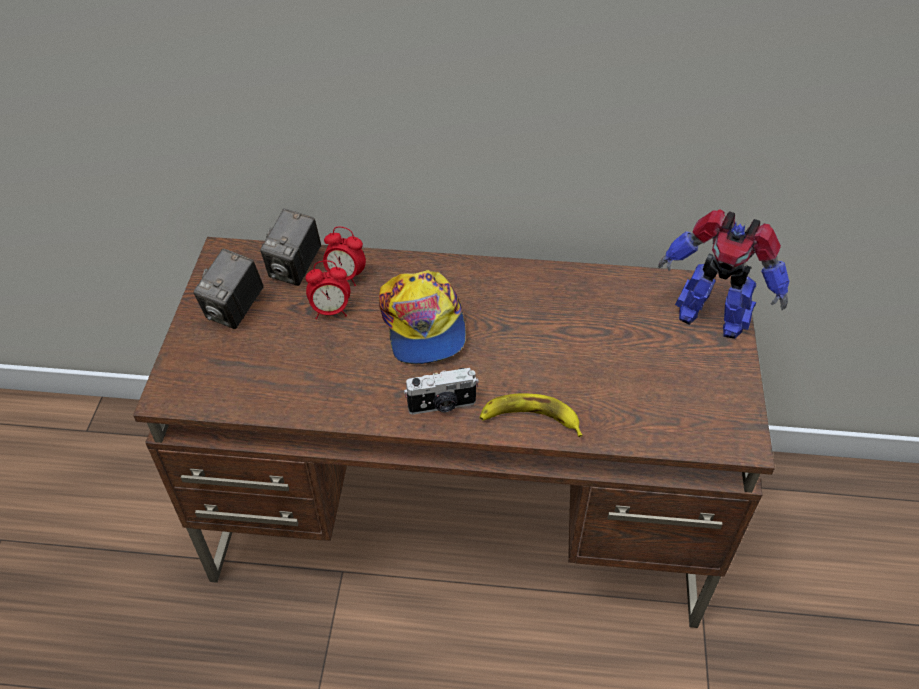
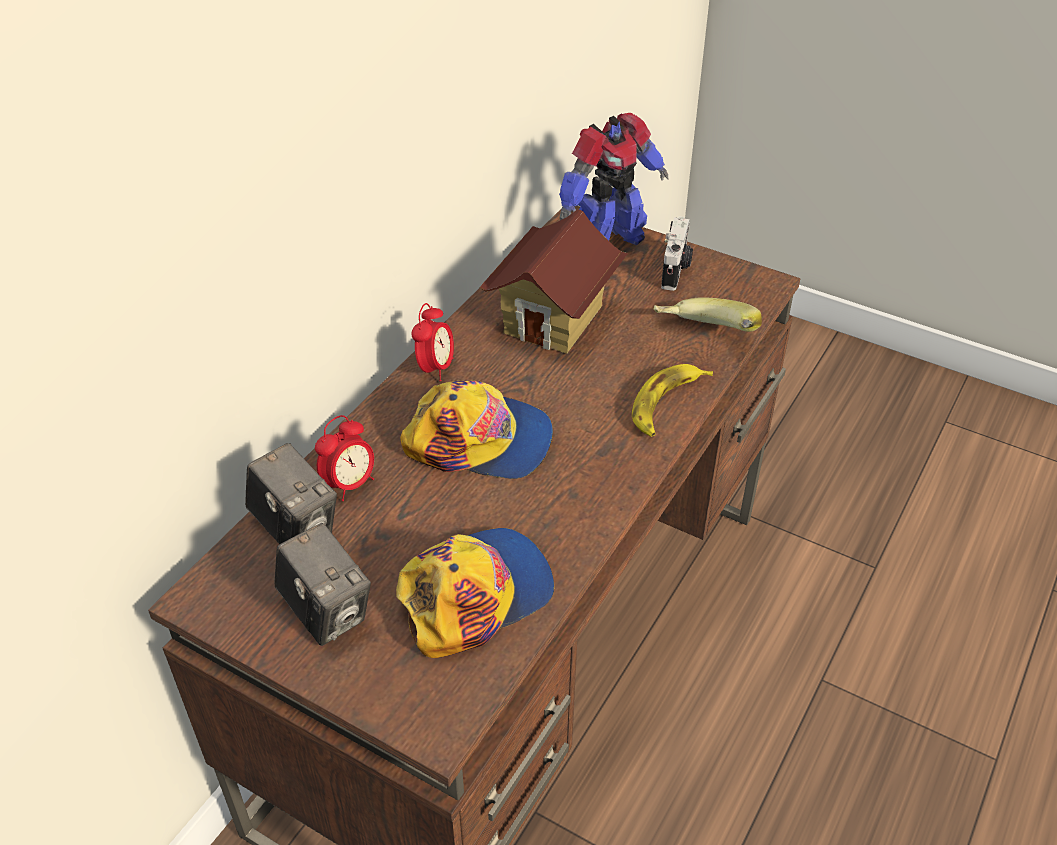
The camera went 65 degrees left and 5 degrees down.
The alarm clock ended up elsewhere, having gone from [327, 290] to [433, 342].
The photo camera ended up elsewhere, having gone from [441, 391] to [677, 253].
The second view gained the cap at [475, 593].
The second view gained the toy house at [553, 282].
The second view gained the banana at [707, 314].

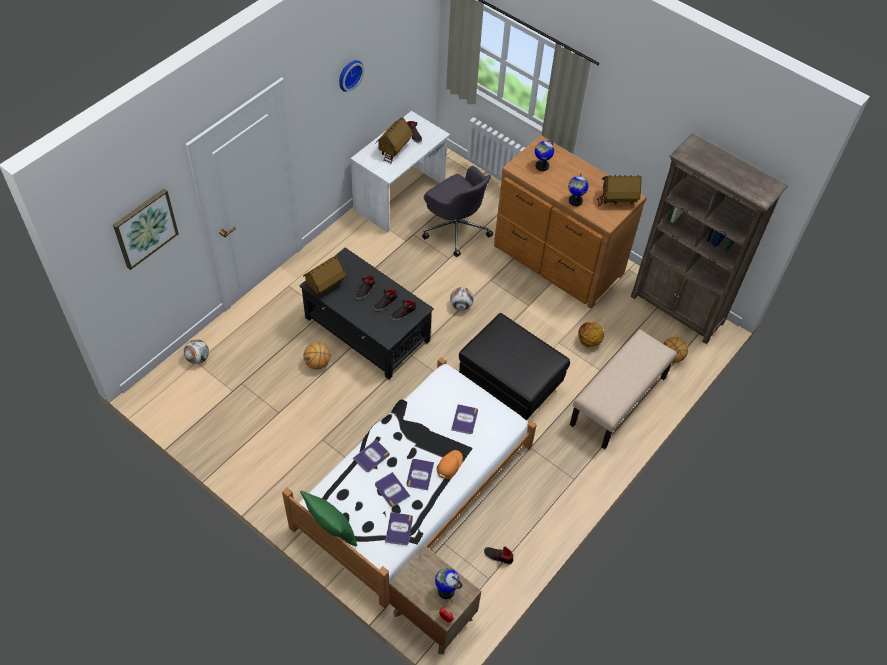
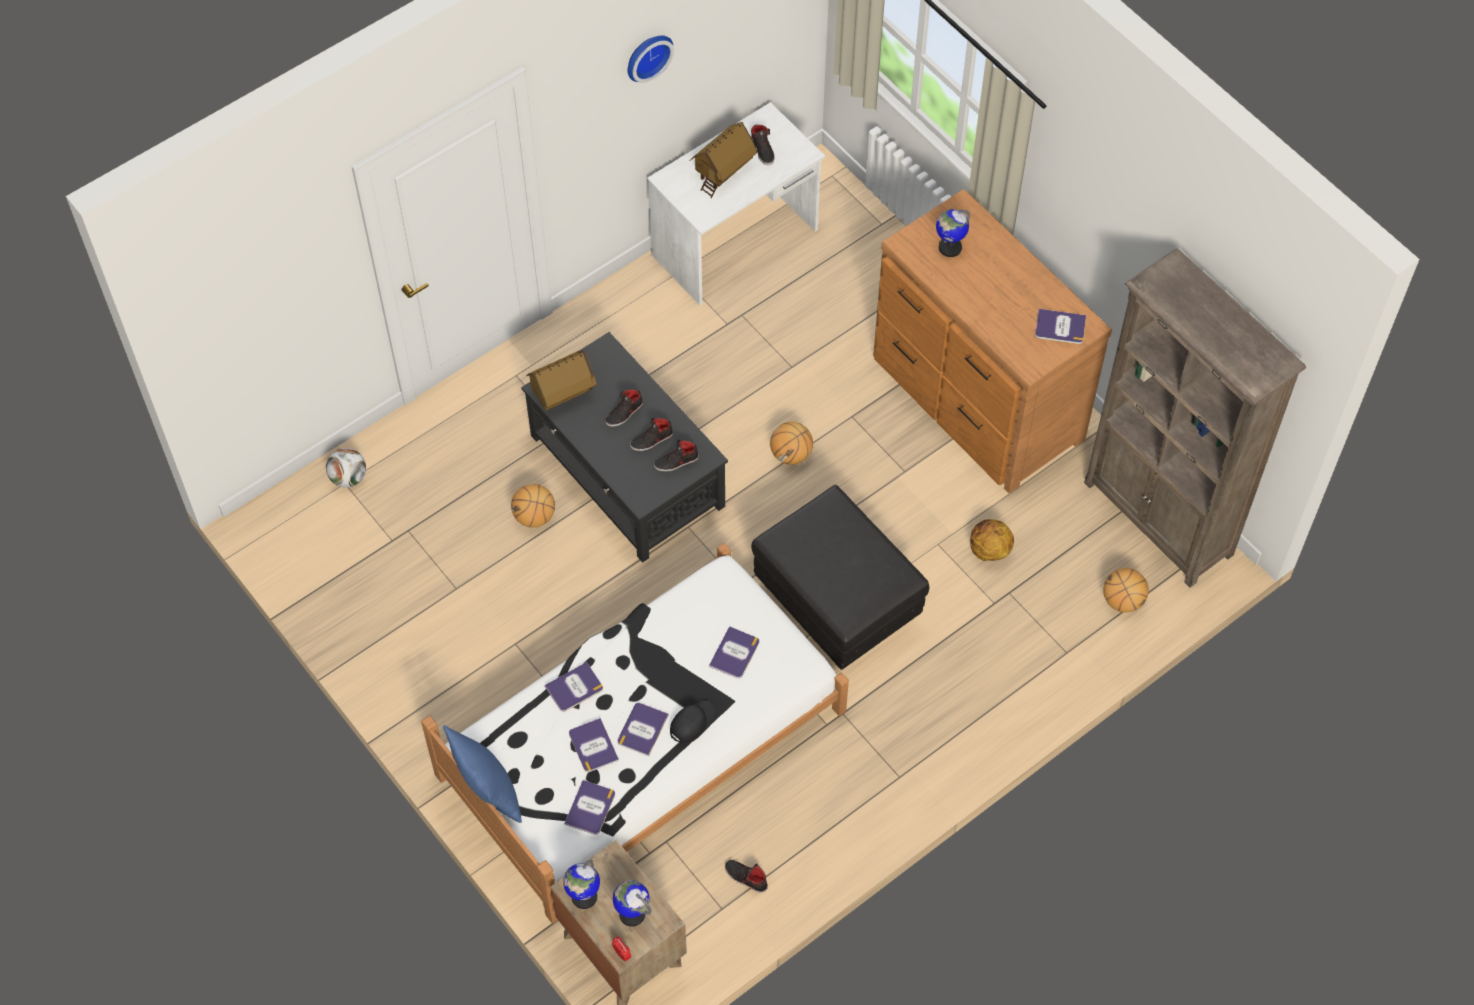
The camera went 15 degrees right and 5 degrees up.
The second view lost the picture at [146, 229].
What was the pillow/green at [328, 518] turned into the pillow/blue at [482, 774].
The second view lost the office chair/grey at [457, 211].
What was the cap/orange at [450, 464] turned into the cap/black at [693, 722].
Where the football stood at [462, 299], the basketball came to stand at [791, 443].
The globe ended up elsewhere, having gone from [578, 189] to [581, 884].
The second view lost the bench/beige at [623, 389].
Where the toy house stood at [619, 190], the book came to stand at [1060, 326].

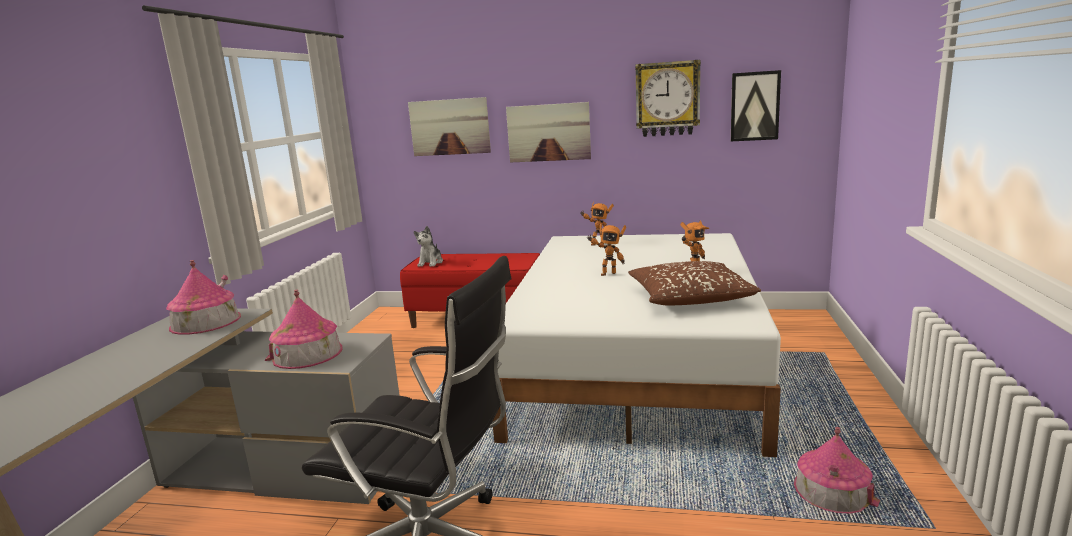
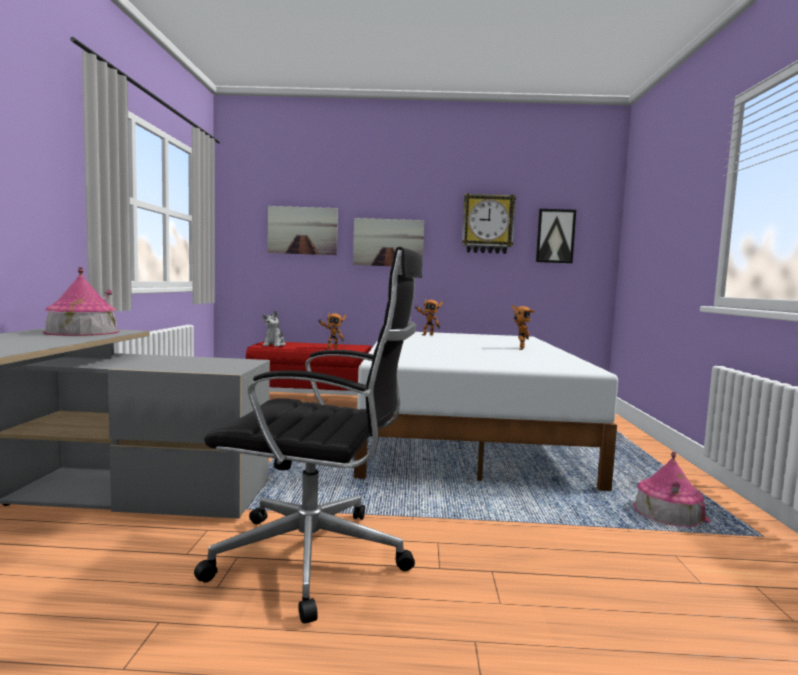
The camera went 10 degrees left and 10 degrees down.
The second view lost the toy house at [303, 329].
The toy robot ended up elsewhere, having gone from [606, 249] to [333, 330].
The second view lost the pillow/brown at [694, 283].

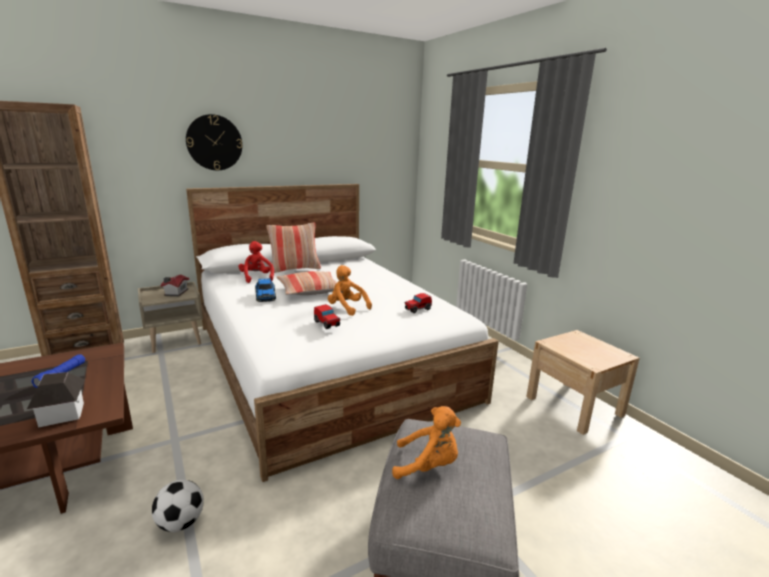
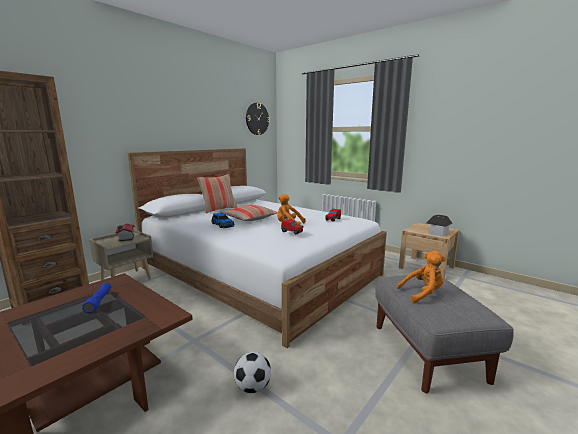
The camera went 20 degrees left and 5 degrees down.
The toy house ended up elsewhere, having gone from [56, 400] to [440, 226].
The wall clock ended up elsewhere, having gone from [214, 142] to [258, 119].
The second view lost the plush toy/red at [256, 262].

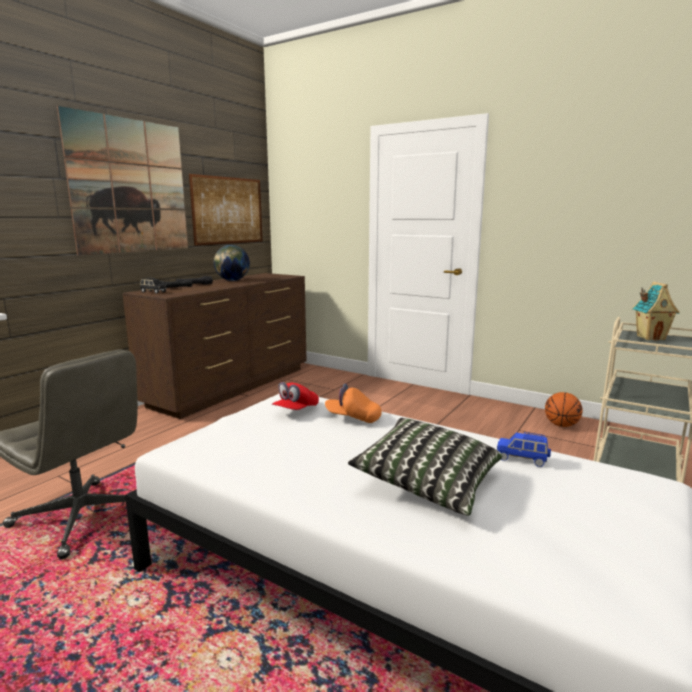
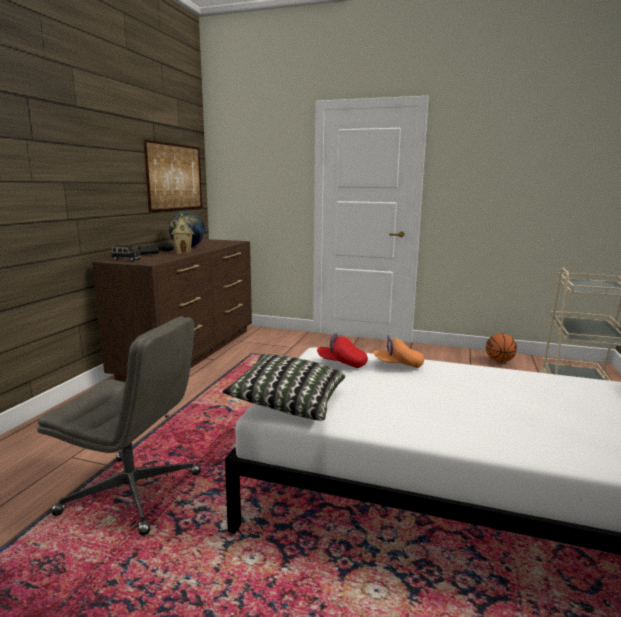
The camera went 15 degrees left and 0 degrees up.
The second view lost the picture at [122, 180].
The cap/red at [295, 396] ended up facing another way, 90 degrees clockwise from before.
The pillow ended up elsewhere, having gone from [425, 467] to [284, 387].
The second view lost the toy car/blue at [524, 449].
The toy house ended up elsewhere, having gone from [656, 311] to [182, 233].

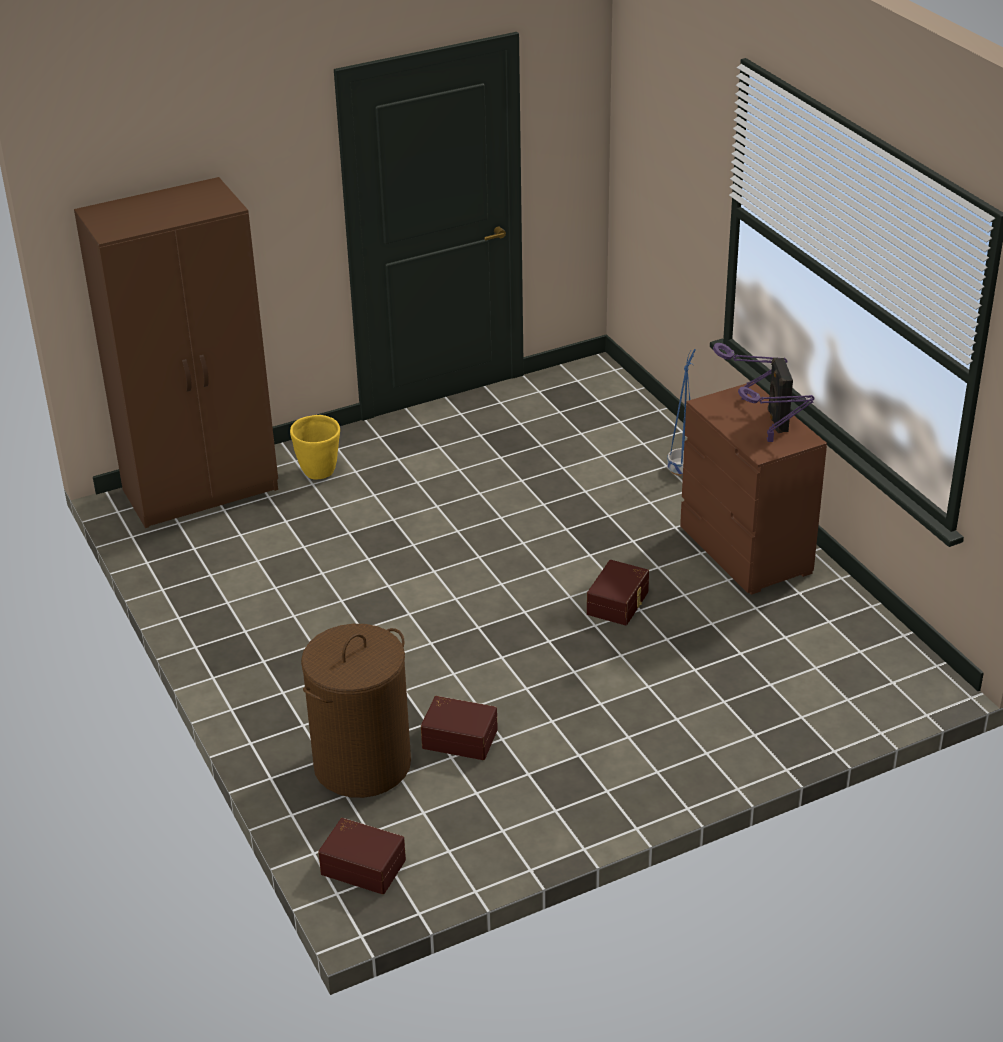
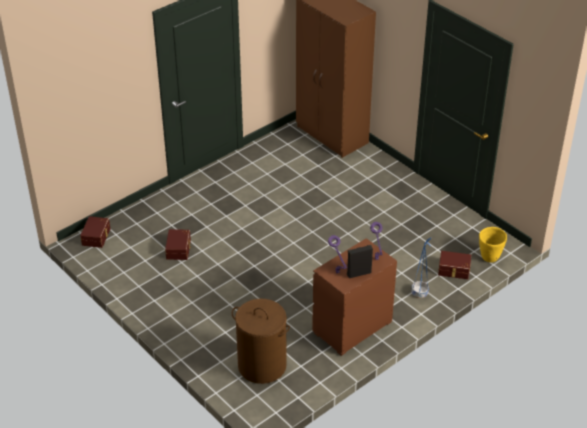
The camera went 75 degrees right and 5 degrees up.
The planter/yellow ended up elsewhere, having gone from [315, 447] to [493, 245].
The laundry basket/brown ended up elsewhere, having gone from [356, 711] to [261, 341].
The storage box/brown ended up elsewhere, having gone from [618, 592] to [454, 265].

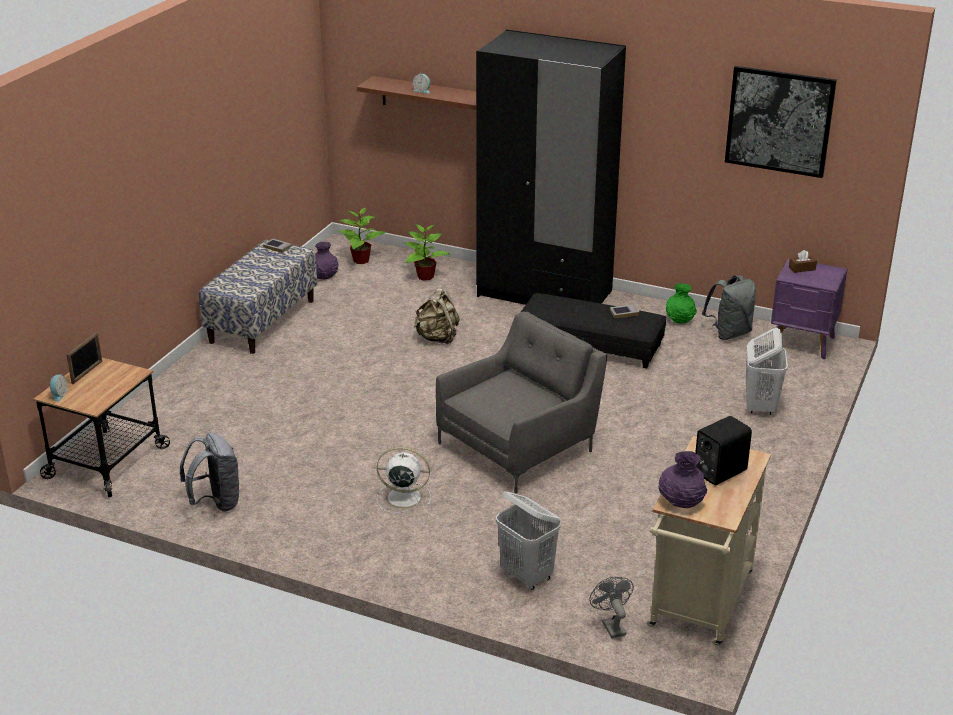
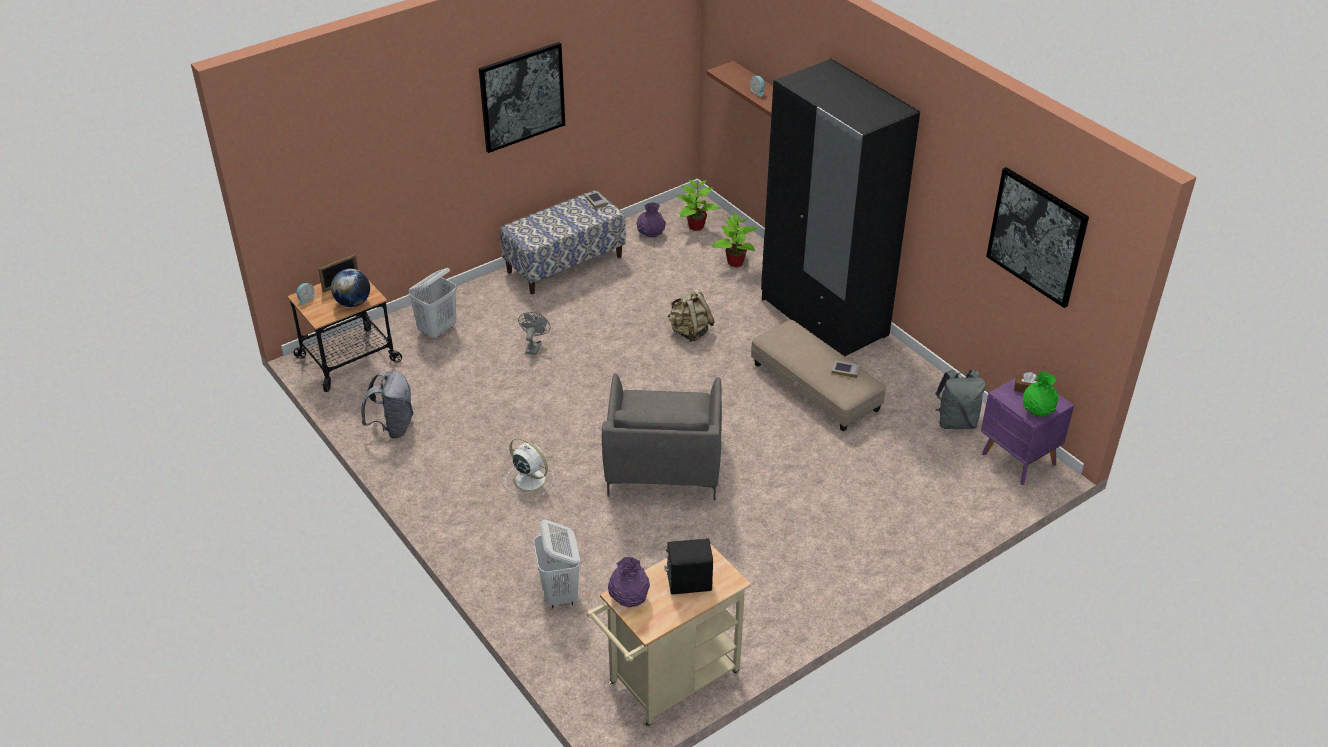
The camera went 30 degrees right and 10 degrees up.
The armchair/grey at [521, 403] ended up facing another way, 105 degrees clockwise from before.
What was the ottoman/black at [593, 330] turned into the ottoman/beige at [818, 375].
The fan/grey ended up elsewhere, having gone from [612, 607] to [534, 333].
The vase/green ended up elsewhere, having gone from [681, 303] to [1041, 394].
The laundry basket/white ended up elsewhere, having gone from [767, 371] to [432, 303].
The second view gained the globe at [350, 288].
The second view gained the picture at [522, 97].

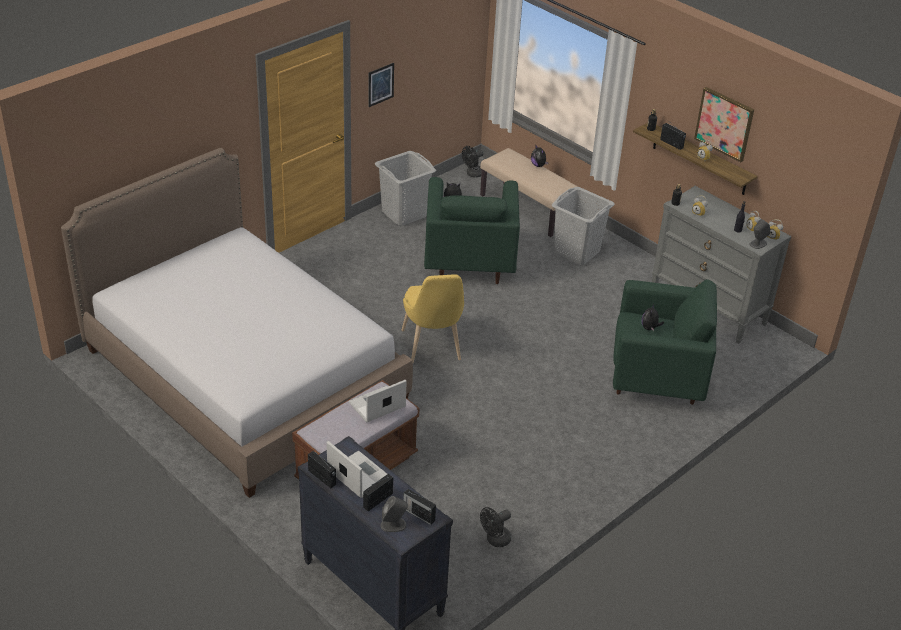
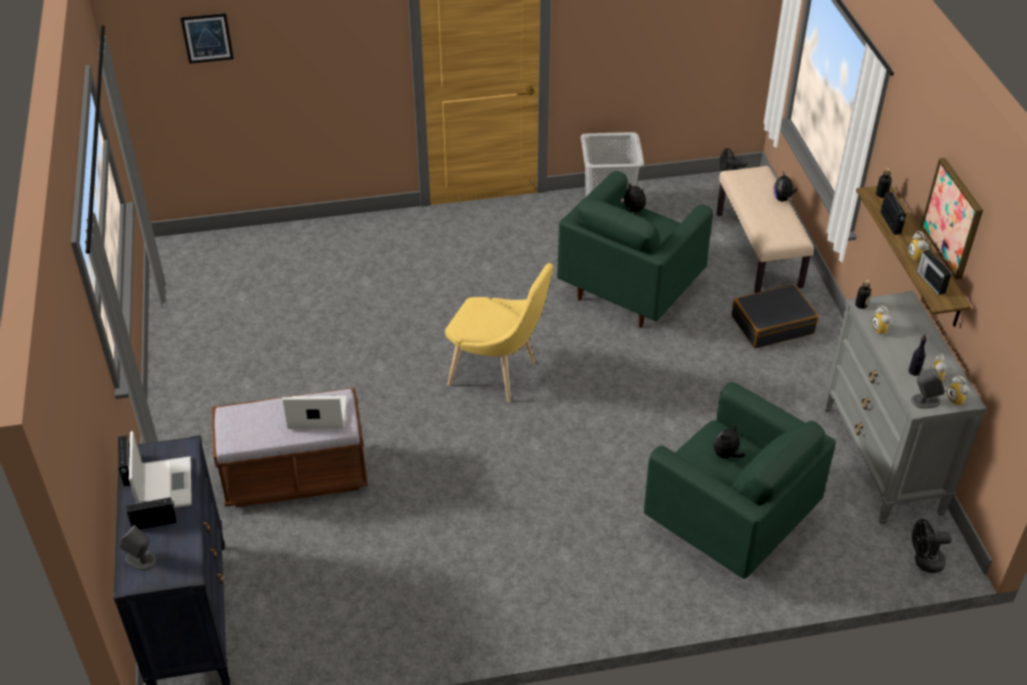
The camera went 35 degrees right and 5 degrees up.
The second view lost the bed at [237, 323].
The picture ended up elsewhere, having gone from [381, 85] to [207, 38].
The chair/yellow at [432, 319] ended up facing another way, 90 degrees counterclockwise from before.
The radio ended up elsewhere, having gone from [419, 507] to [934, 272].
The fan/black ended up elsewhere, having gone from [495, 527] to [932, 546].
Where the laundry basket/grey stood at [583, 226], the suitcase/black came to stand at [775, 316].

